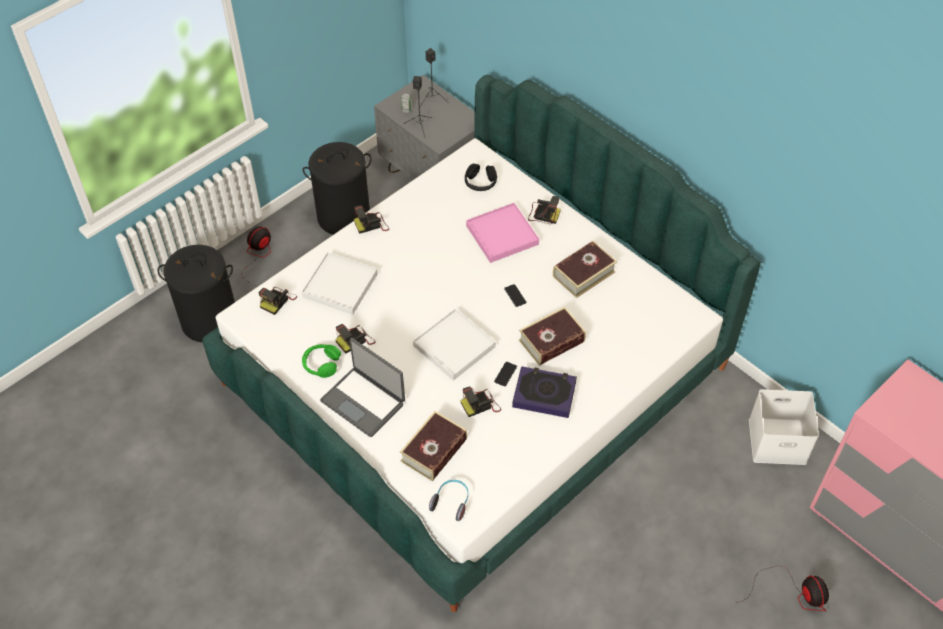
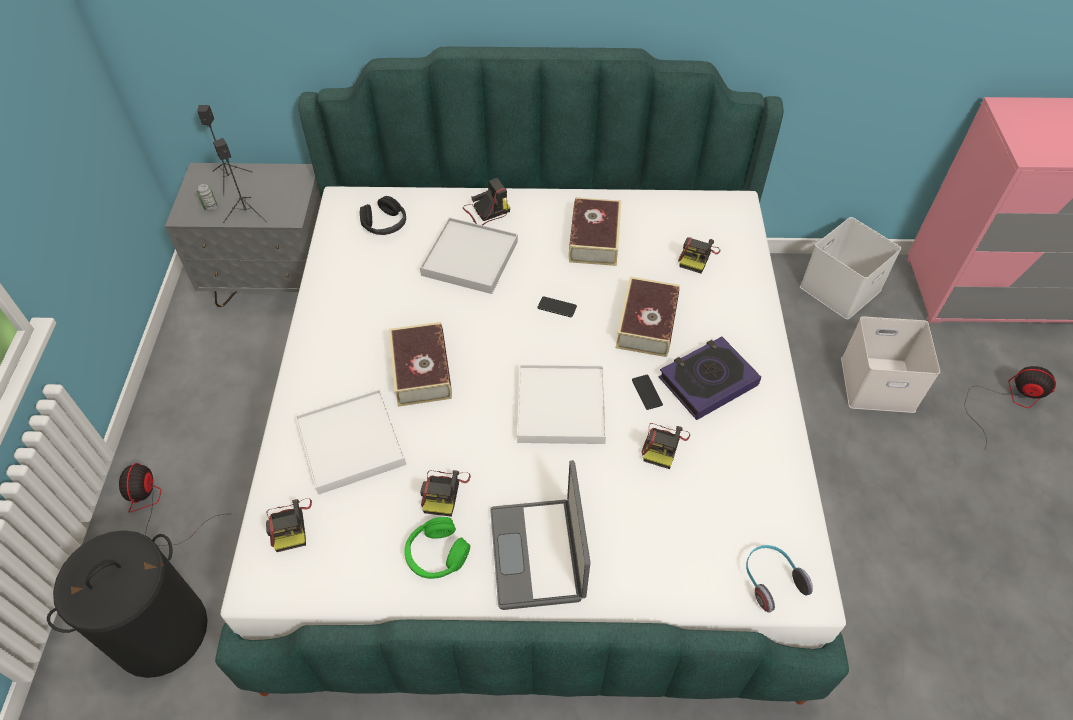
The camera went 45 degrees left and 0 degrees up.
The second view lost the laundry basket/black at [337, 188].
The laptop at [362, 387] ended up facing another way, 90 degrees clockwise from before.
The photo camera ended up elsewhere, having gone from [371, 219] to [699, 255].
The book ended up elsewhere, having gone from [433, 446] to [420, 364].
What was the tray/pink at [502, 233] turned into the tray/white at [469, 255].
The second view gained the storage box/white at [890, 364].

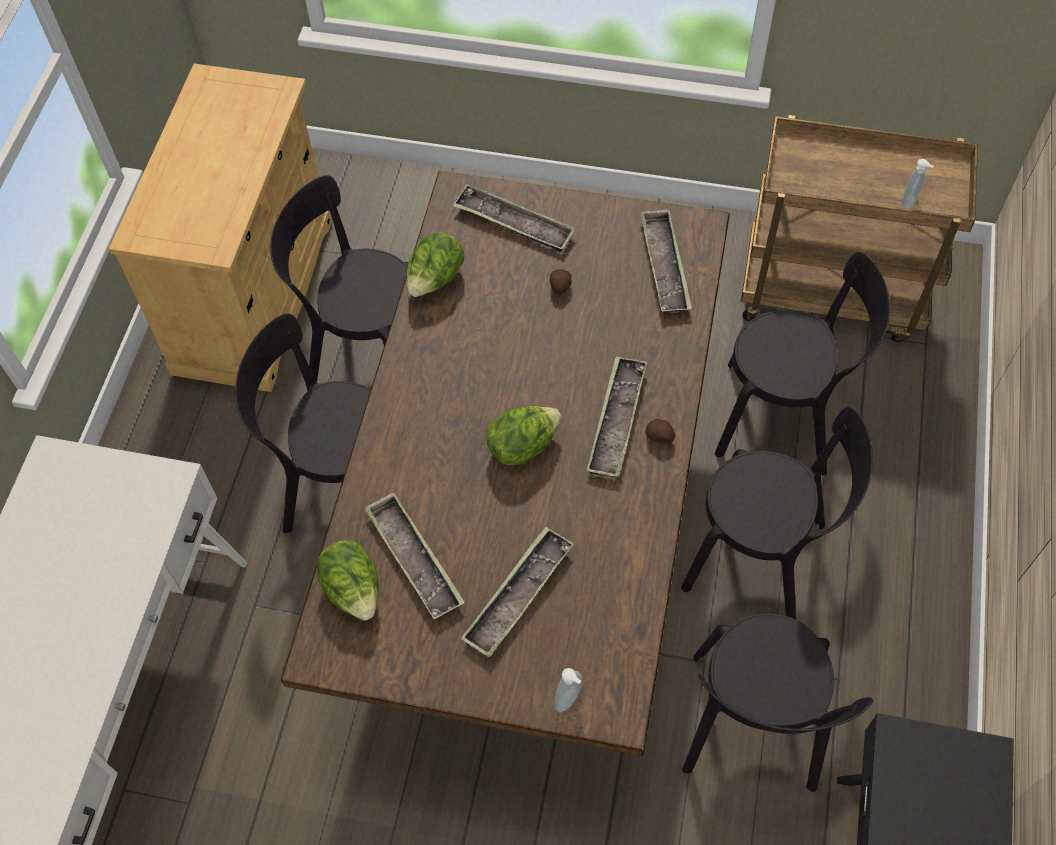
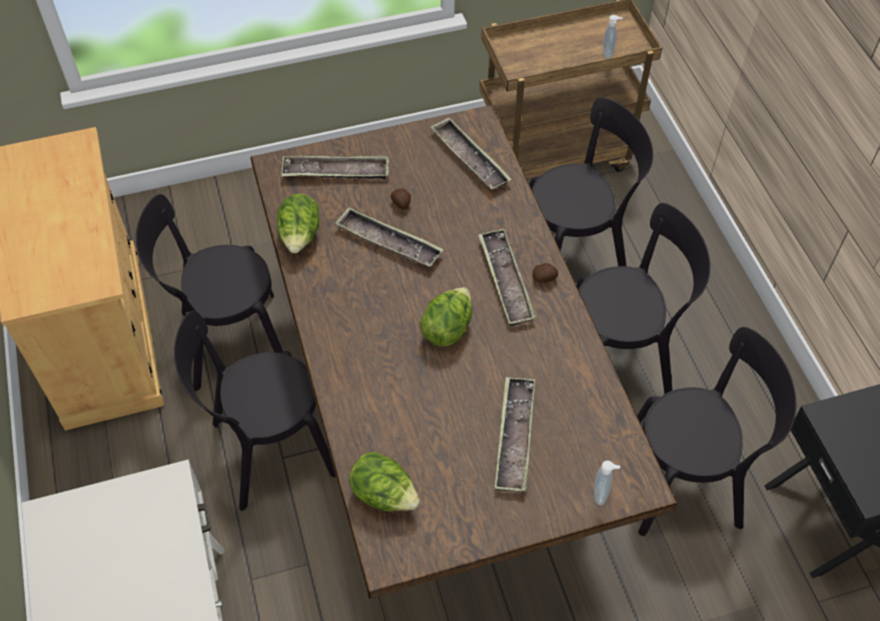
The camera went 30 degrees left and 5 degrees down.
The tray ended up elsewhere, having gone from [414, 555] to [389, 237].
The chair/black at [777, 702] ended up facing another way, 75 degrees counterclockwise from before.

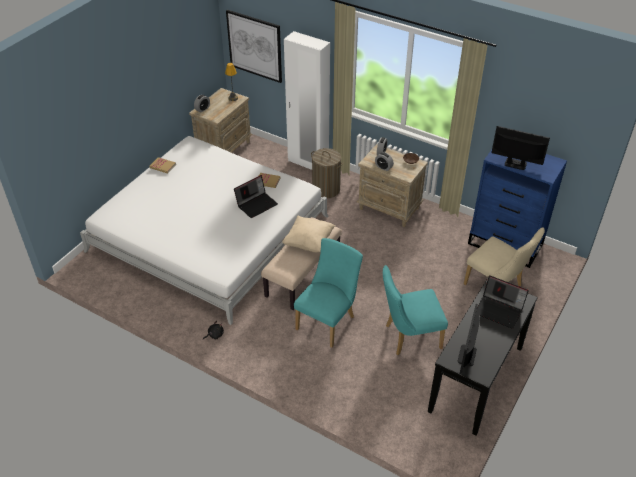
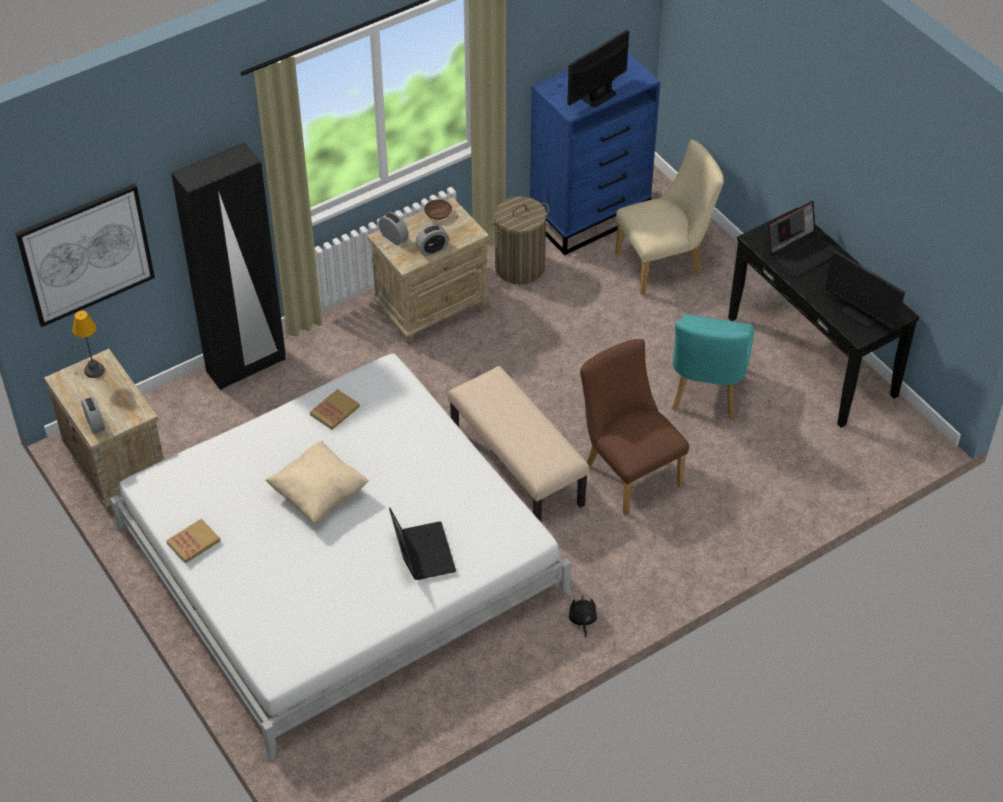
The camera went 65 degrees left and 5 degrees up.
The laptop ended up elsewhere, having gone from [256, 196] to [422, 544].
The pillow/beige ended up elsewhere, having gone from [308, 234] to [317, 481].
What was the wardrobe/white at [307, 100] turned into the wardrobe/black at [228, 266].
What was the chair/turquoise at [328, 292] turned into the chair/brown at [634, 427].
The laundry basket ended up elsewhere, having gone from [327, 173] to [520, 240].

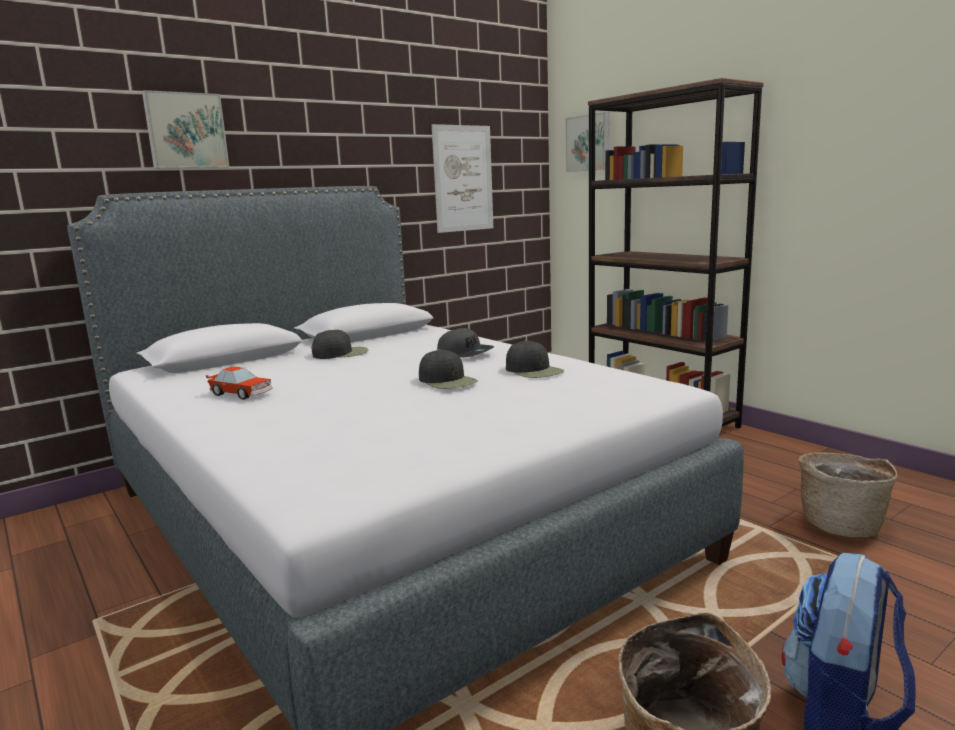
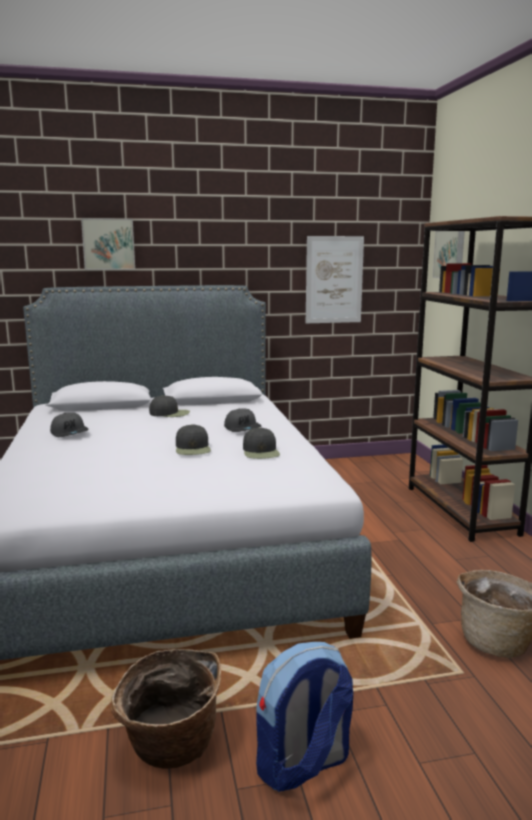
The camera went 25 degrees right and 0 degrees up.
Where the toy car stood at [239, 383], the cap/grey came to stand at [69, 425].

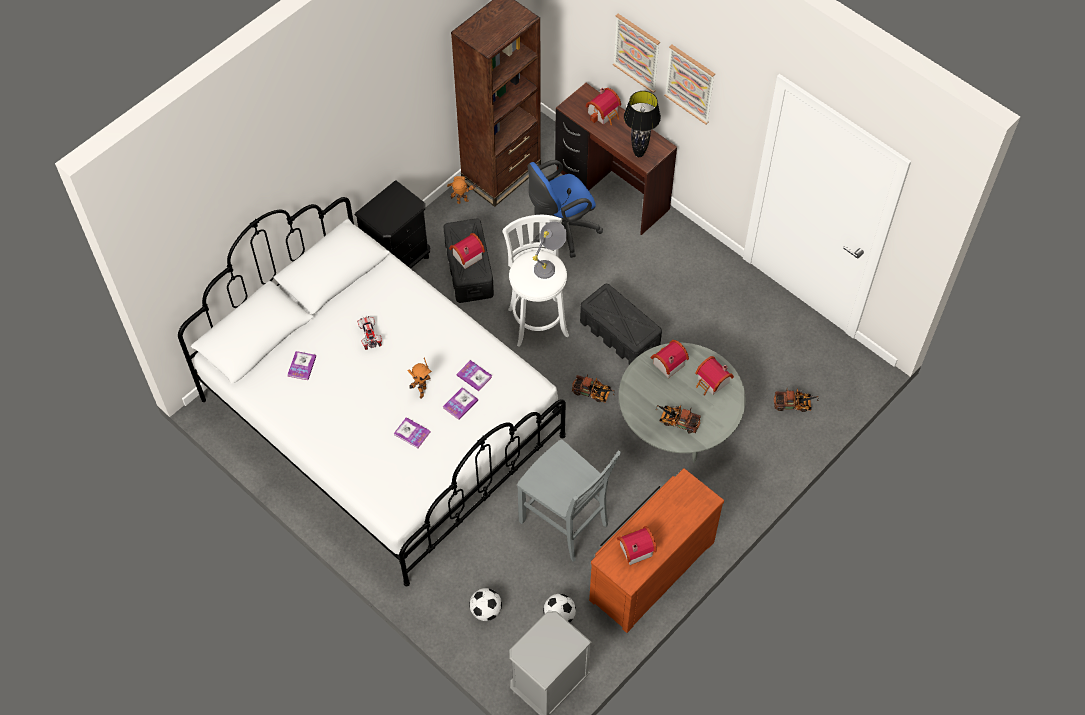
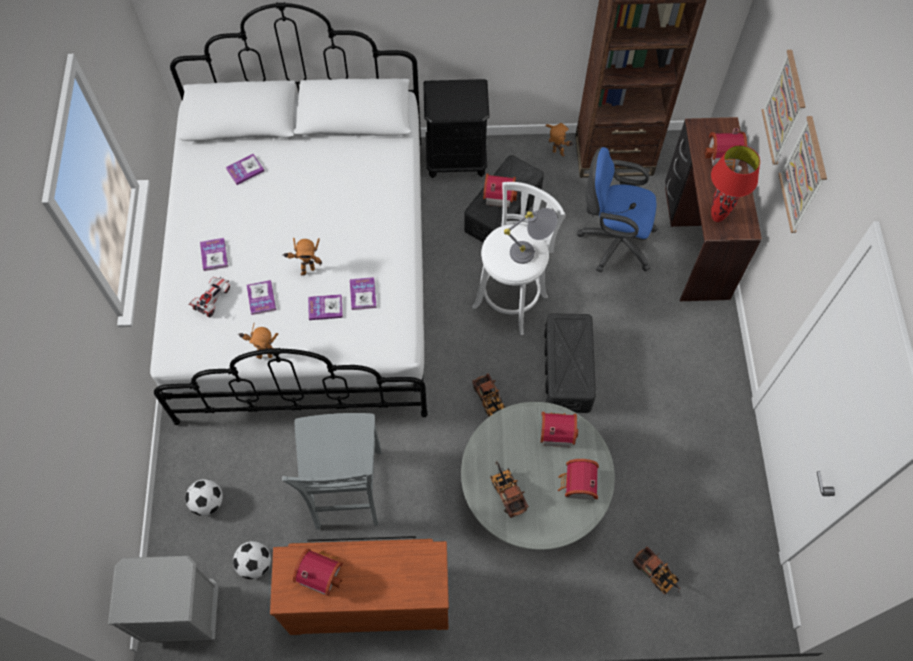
The camera went 45 degrees right and 5 degrees up.
The toy car ended up elsewhere, having gone from [369, 333] to [209, 297].
What was the table lamp/black at [642, 124] turned into the table lamp/red at [735, 183].
The second view gained the book at [214, 254].
The second view gained the toy robot at [258, 340].

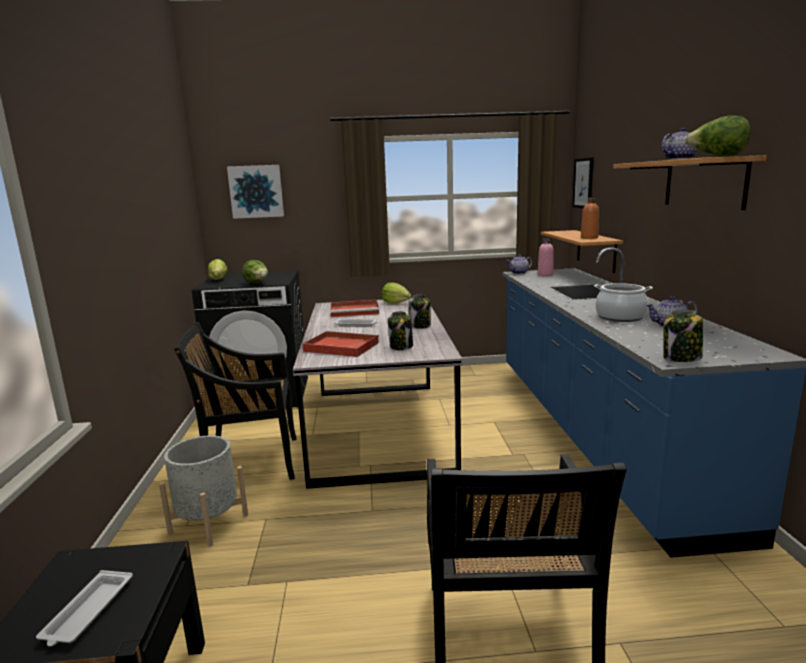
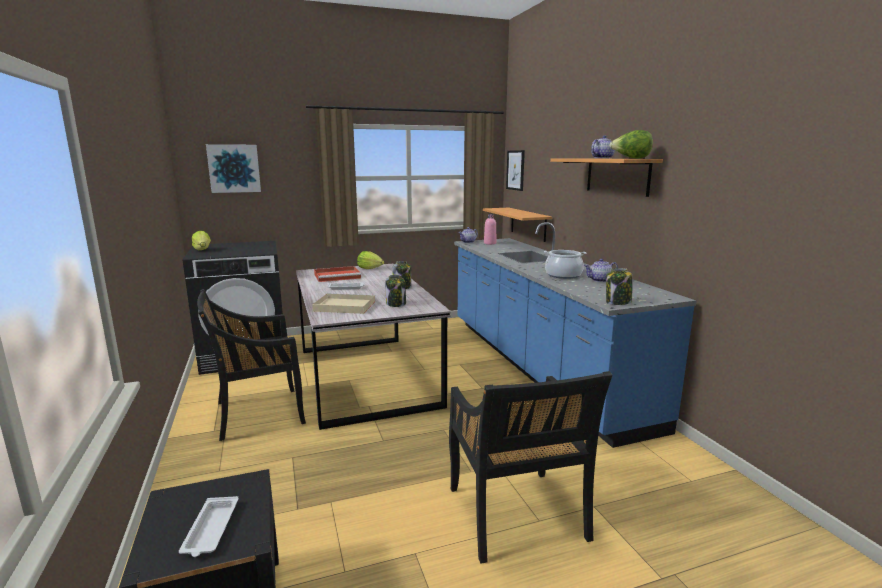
The camera went 15 degrees left and 0 degrees up.
The second view lost the planter/grey at [203, 491].
The second view lost the lettuce at [255, 271].
What was the tray/red at [341, 344] turned into the tray/beige at [343, 303].
The second view lost the bottle/orange at [590, 218].

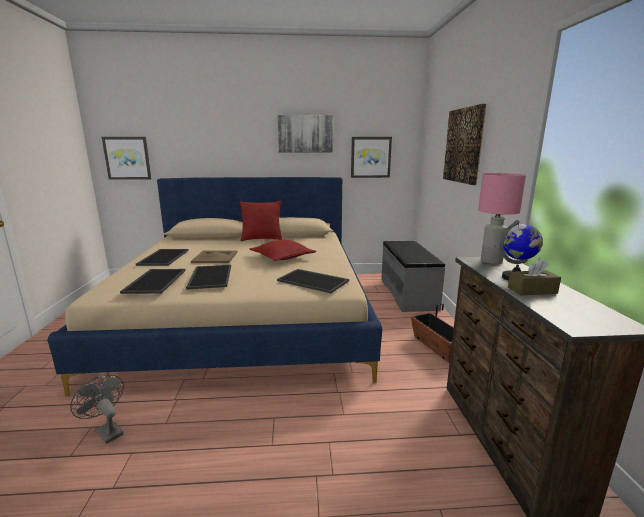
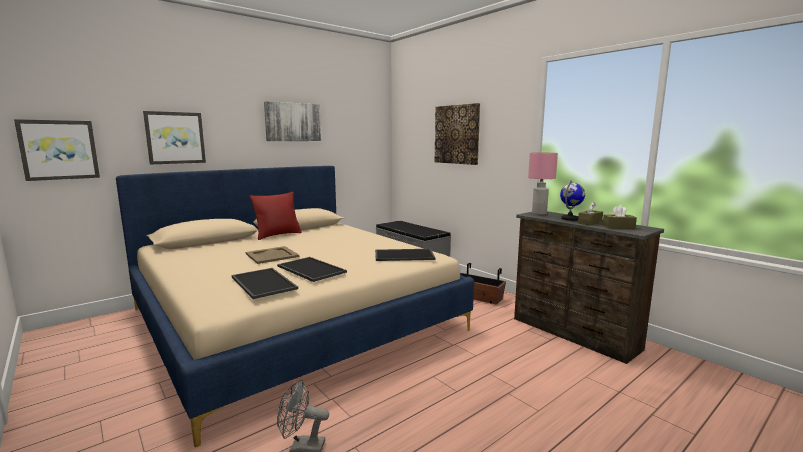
The camera went 35 degrees left and 5 degrees down.
The second view lost the tray at [162, 257].
The second view lost the pillow/red at [282, 250].
The picture ended up elsewhere, having gone from [371, 157] to [174, 138].
The second view gained the tissue box/brown at [620, 217].

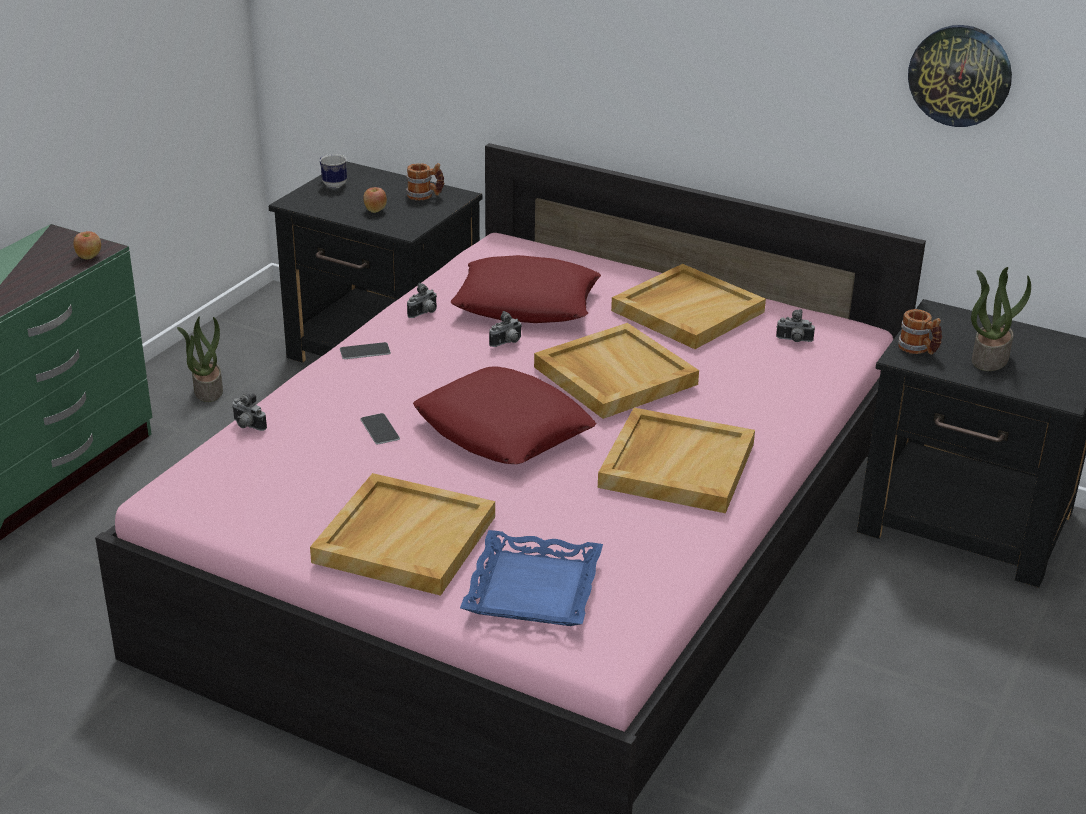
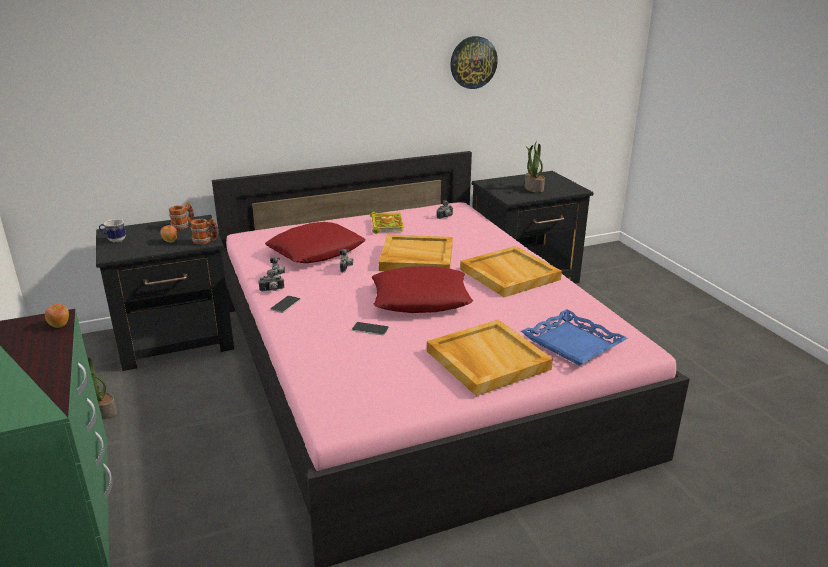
The camera went 50 degrees left and 5 degrees down.
The photo camera ended up elsewhere, having gone from [249, 412] to [271, 280].
Where the tray/beige stood at [688, 306], the book came to stand at [387, 223].
The mug ended up elsewhere, having gone from [920, 332] to [204, 231].

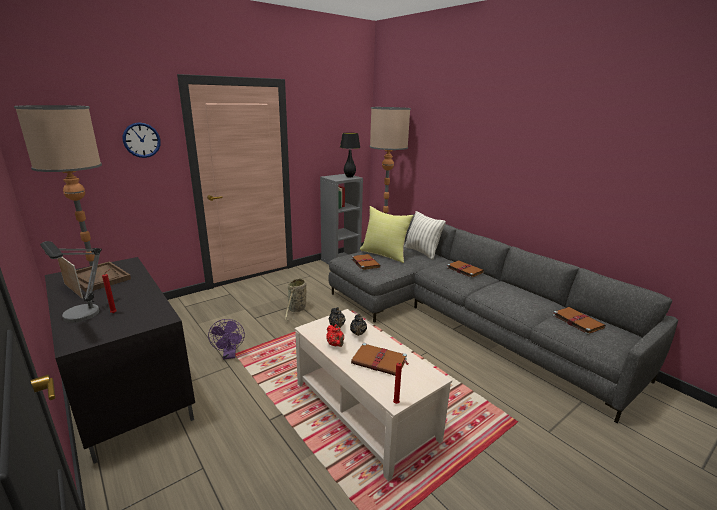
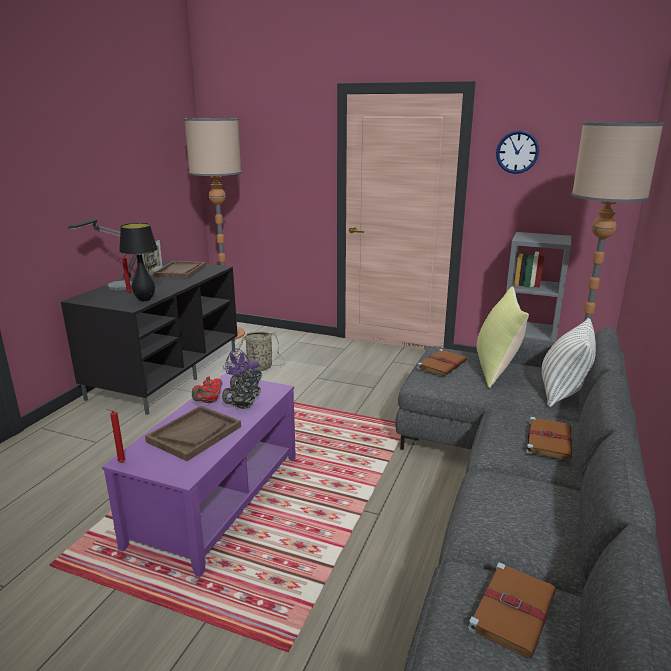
The camera went 60 degrees right and 0 degrees up.
The wall clock ended up elsewhere, having gone from [142, 140] to [517, 152].
The basket ended up elsewhere, having gone from [296, 299] to [253, 351].
What was the coffee table/beige at [373, 395] turned into the coffee table/purple at [199, 475].
The table lamp/black ended up elsewhere, having gone from [350, 155] to [138, 262].
Where the book/brown stood at [380, 359], the tray/brown came to stand at [193, 433].

